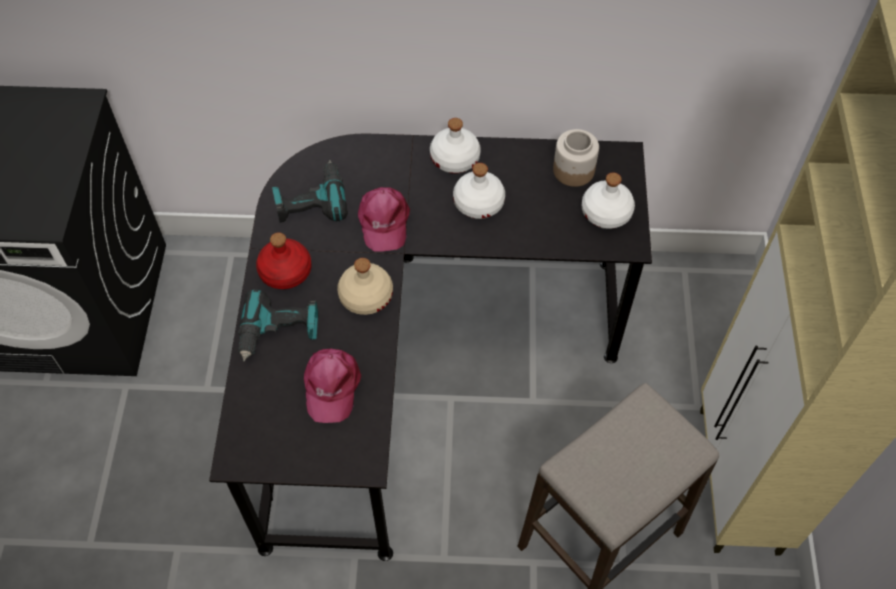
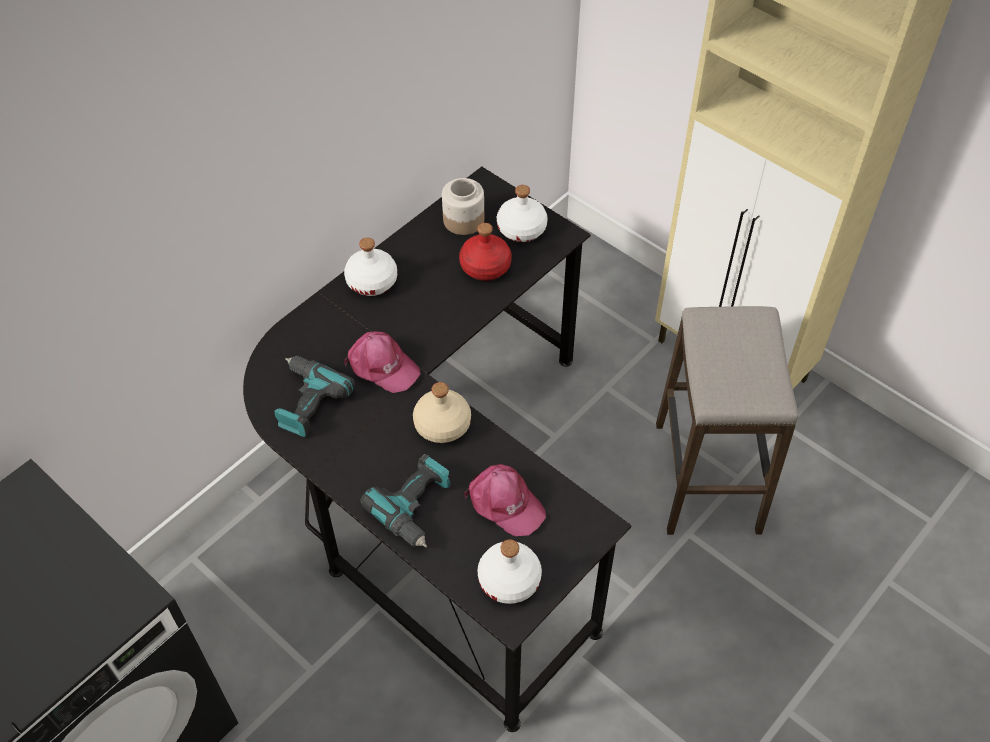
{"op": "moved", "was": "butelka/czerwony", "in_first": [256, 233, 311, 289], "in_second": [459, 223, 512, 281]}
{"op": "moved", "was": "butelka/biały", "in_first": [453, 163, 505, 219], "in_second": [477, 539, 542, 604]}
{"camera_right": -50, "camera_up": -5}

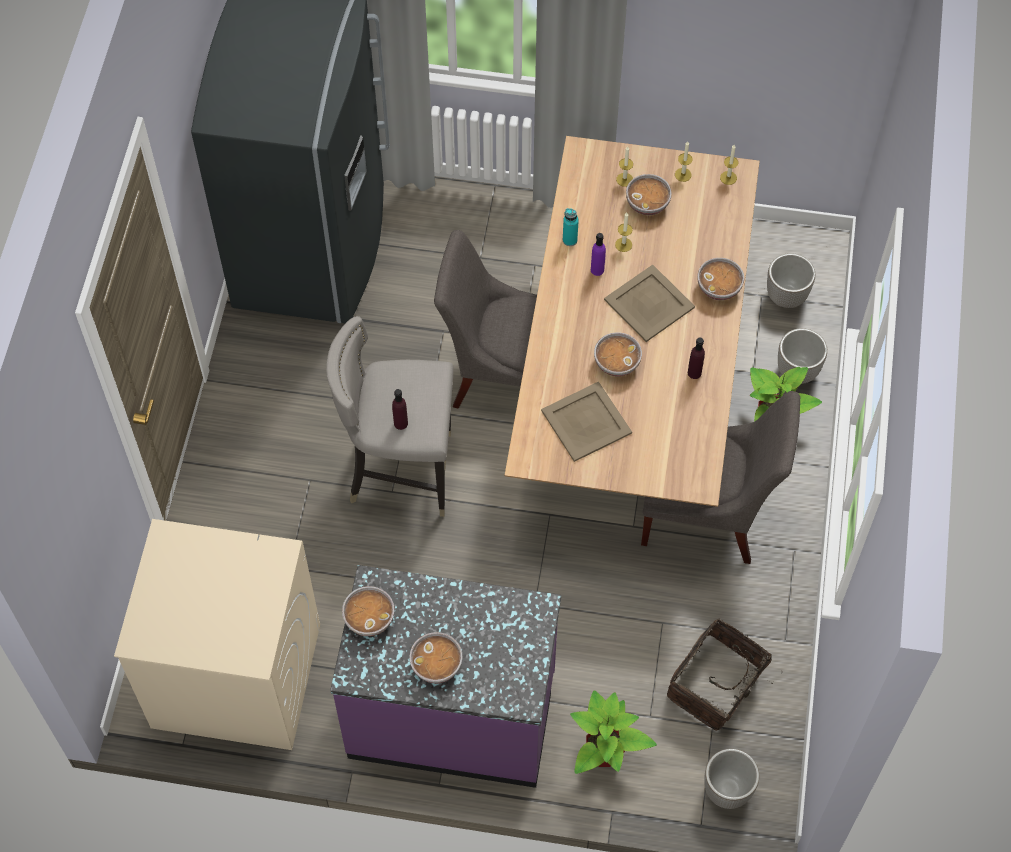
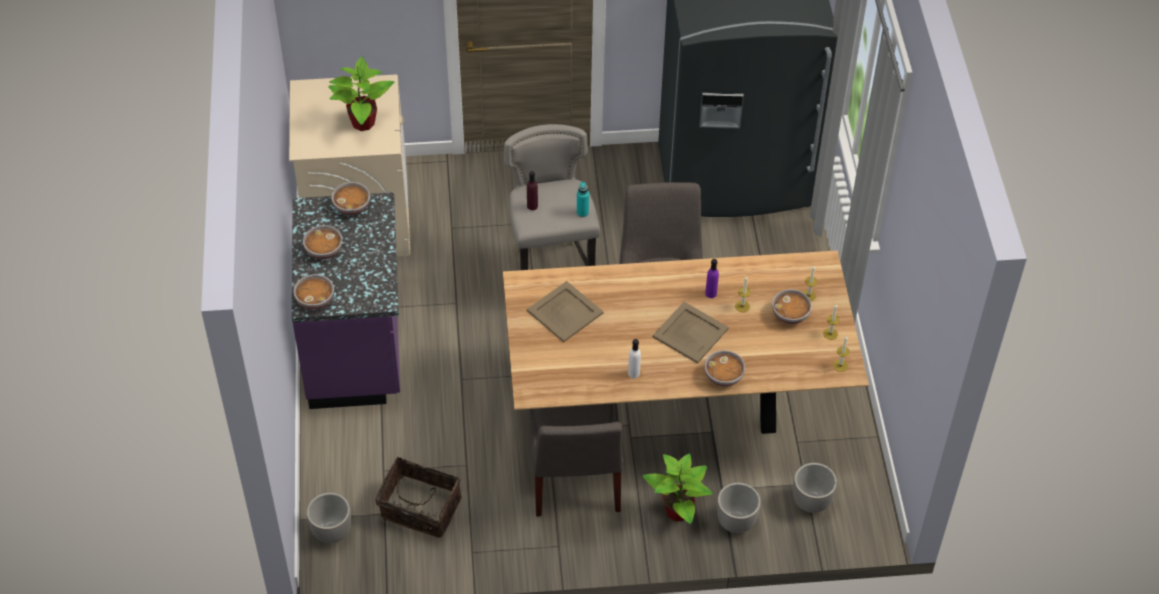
{"op": "moved", "was": "butelka/turkusowy", "in_first": [563, 208, 579, 246], "in_second": [577, 182, 589, 217]}
{"op": "moved", "was": "roślina doniczkowa", "in_first": [570, 690, 657, 774], "in_second": [328, 56, 394, 131]}
{"op": "moved", "was": "miska", "in_first": [594, 332, 642, 377], "in_second": [294, 274, 334, 310]}
{"op": "recoloured", "was": "butelka/fioletowy", "now": "butelka/biały", "in_first": [688, 338, 705, 379], "in_second": [628, 339, 641, 378]}
{"camera_right": 75, "camera_up": -10}

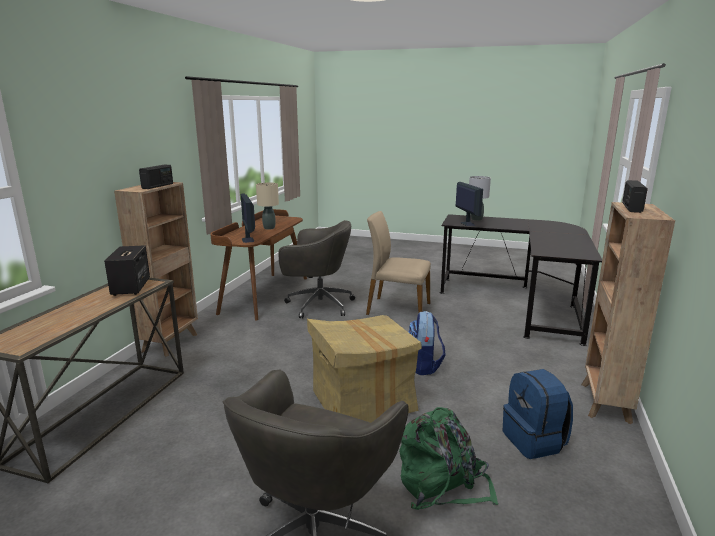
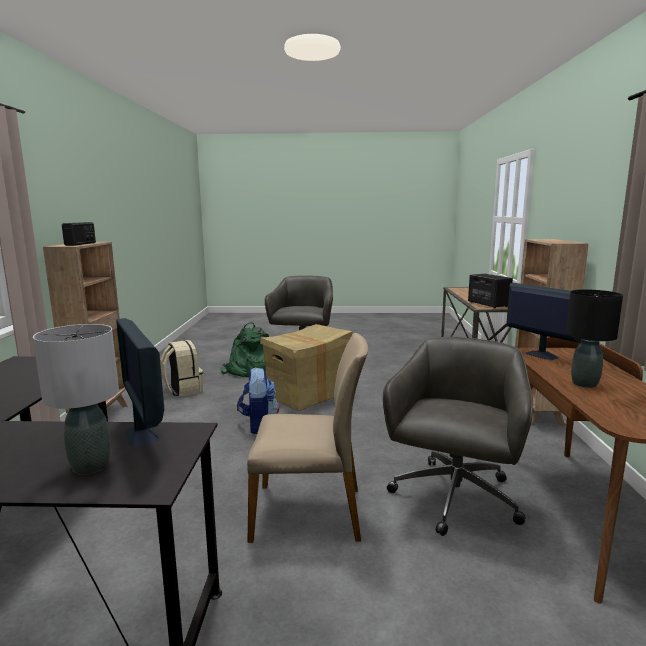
{"op": "removed", "was": "radio", "in_first": [139, 165, 173, 189]}
{"op": "recoloured", "was": "lampa stołowa/beżowy", "now": "lampa stołowa/czarny", "in_first": [256, 183, 279, 230], "in_second": [566, 289, 623, 388]}
{"op": "turned", "was": "krzesło biurowe/szary", "in_first": [278, 220, 355, 318], "in_second": [383, 337, 533, 536], "clockwise": 120}
{"op": "recoloured", "was": "plecak/niebieski", "now": "plecak/beżowy", "in_first": [503, 369, 573, 459], "in_second": [160, 340, 203, 397]}
{"camera_right": 165, "camera_up": -5}

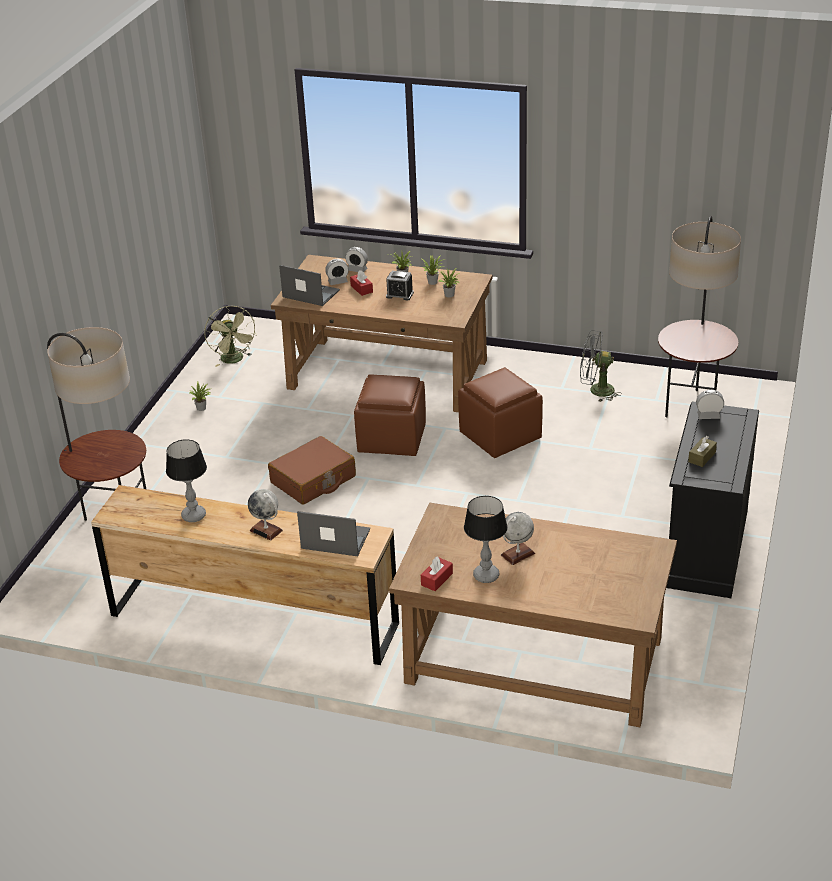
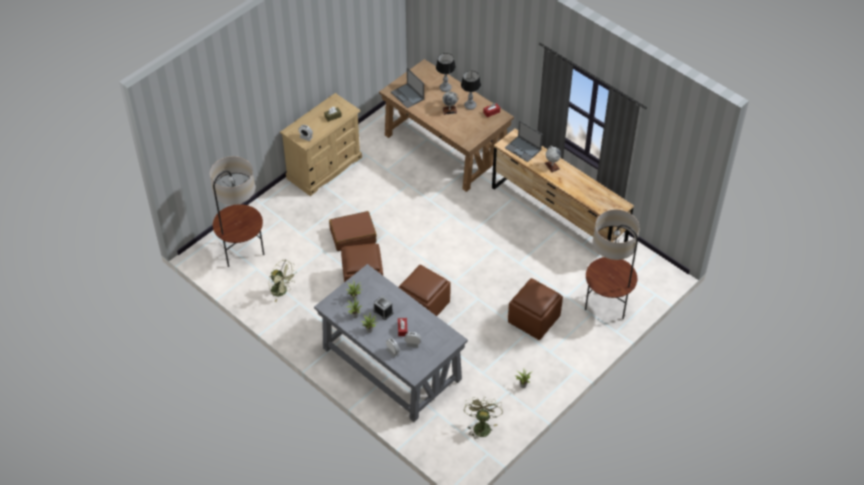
{"op": "moved", "was": "lampa stołowa", "in_first": [166, 439, 207, 522], "in_second": [436, 53, 456, 92]}
{"op": "moved", "was": "walizka/brązowy", "in_first": [268, 436, 356, 505], "in_second": [329, 211, 377, 251]}
{"op": "recoloured", "was": "biurko/brązowy", "now": "biurko/szary", "in_first": [271, 255, 492, 412], "in_second": [314, 264, 468, 422]}
{"op": "moved", "was": "laptop", "in_first": [279, 265, 340, 306], "in_second": [391, 68, 424, 108]}
{"op": "recoloured", "was": "wentylator/szary", "now": "wentylator/zielony", "in_first": [580, 330, 622, 402], "in_second": [269, 260, 297, 302]}
{"op": "recoloured", "was": "komoda/czarny", "now": "komoda/beżowy", "in_first": [666, 401, 759, 598], "in_second": [280, 93, 362, 196]}
{"op": "added", "now": "pufa/brązowy", "in_second": [508, 278, 563, 340]}
{"camera_right": -155, "camera_up": 15}

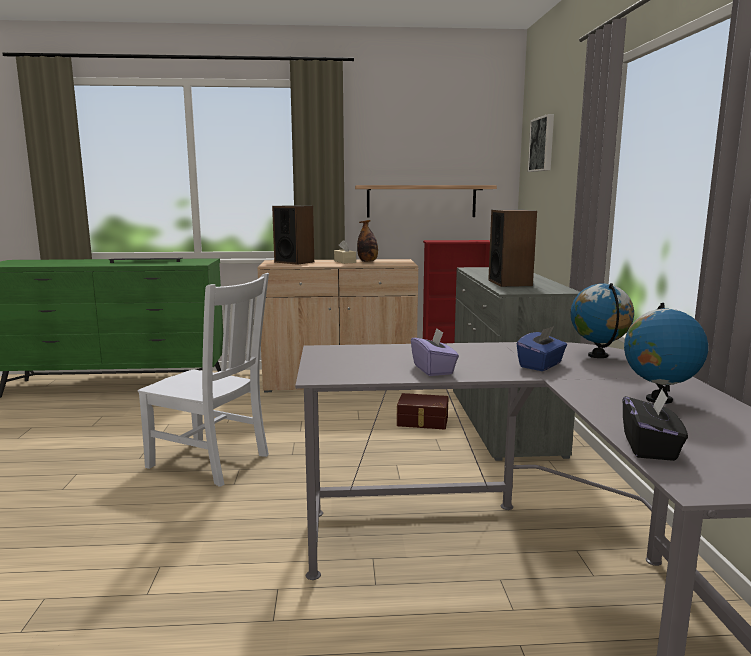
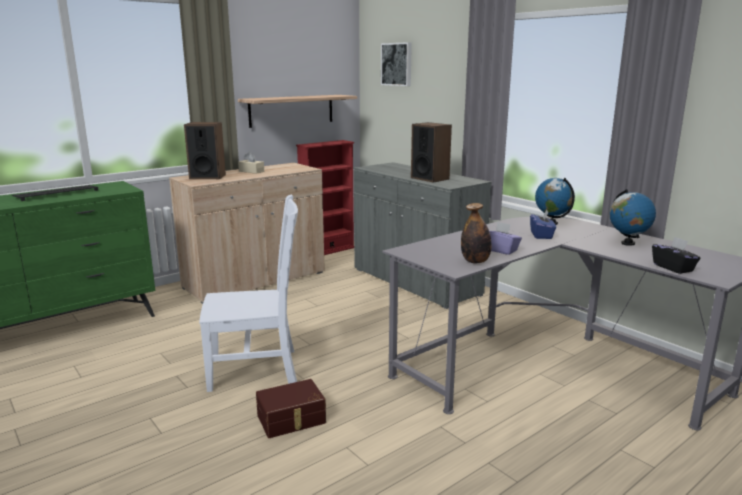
{"op": "moved", "was": "butelka", "in_first": [357, 220, 378, 262], "in_second": [461, 203, 492, 263]}
{"op": "moved", "was": "pojemnik do przechowywania/brązowy", "in_first": [397, 393, 448, 430], "in_second": [256, 379, 326, 438]}
{"camera_right": -35, "camera_up": 5}

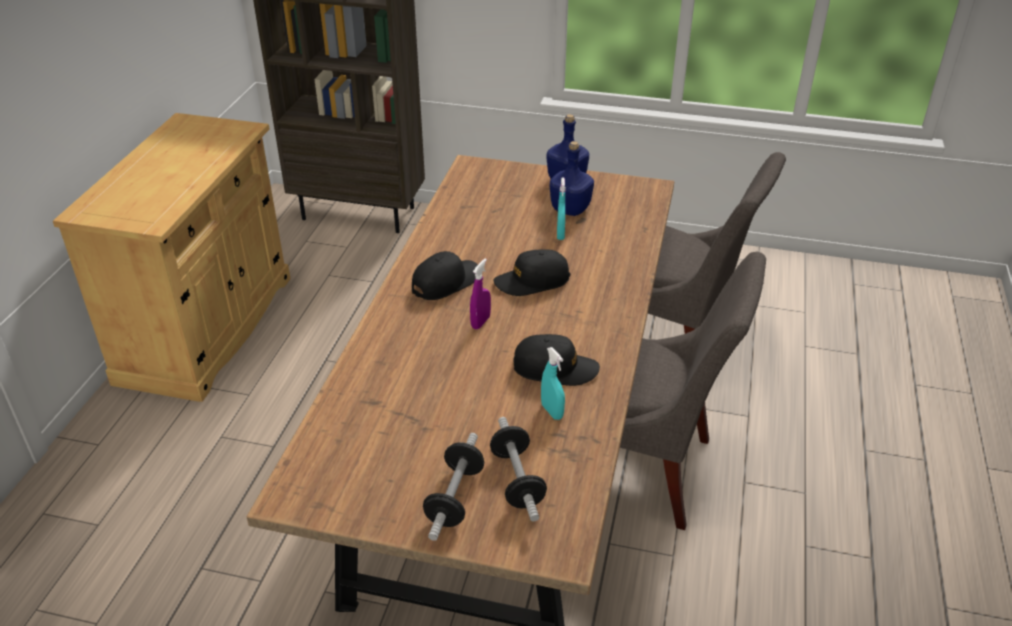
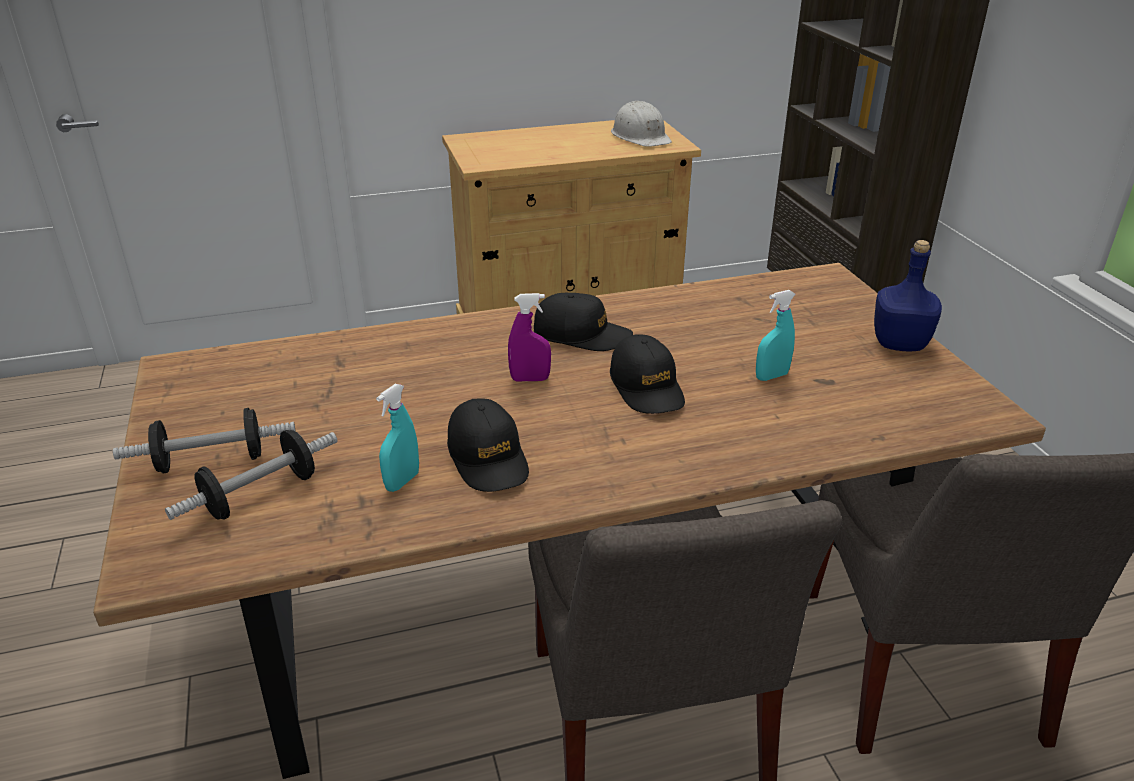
{"op": "turned", "was": "czapka z daszkiem/czarny", "in_first": [494, 249, 570, 296], "in_second": [610, 335, 685, 414], "clockwise": -150}
{"op": "removed", "was": "butelka/niebieski", "in_first": [550, 141, 594, 216]}
{"op": "added", "now": "kask/biały", "in_second": [611, 101, 672, 147]}
{"camera_right": 60, "camera_up": -5}

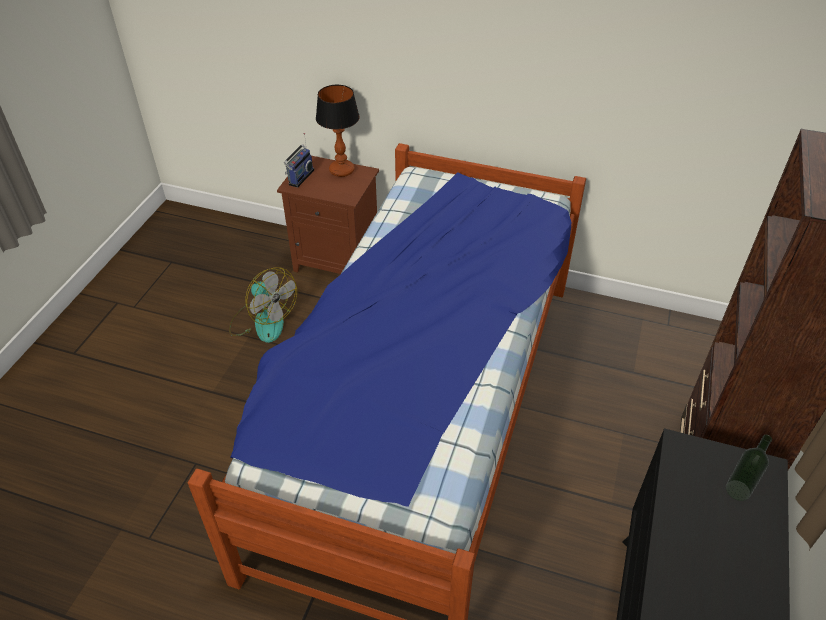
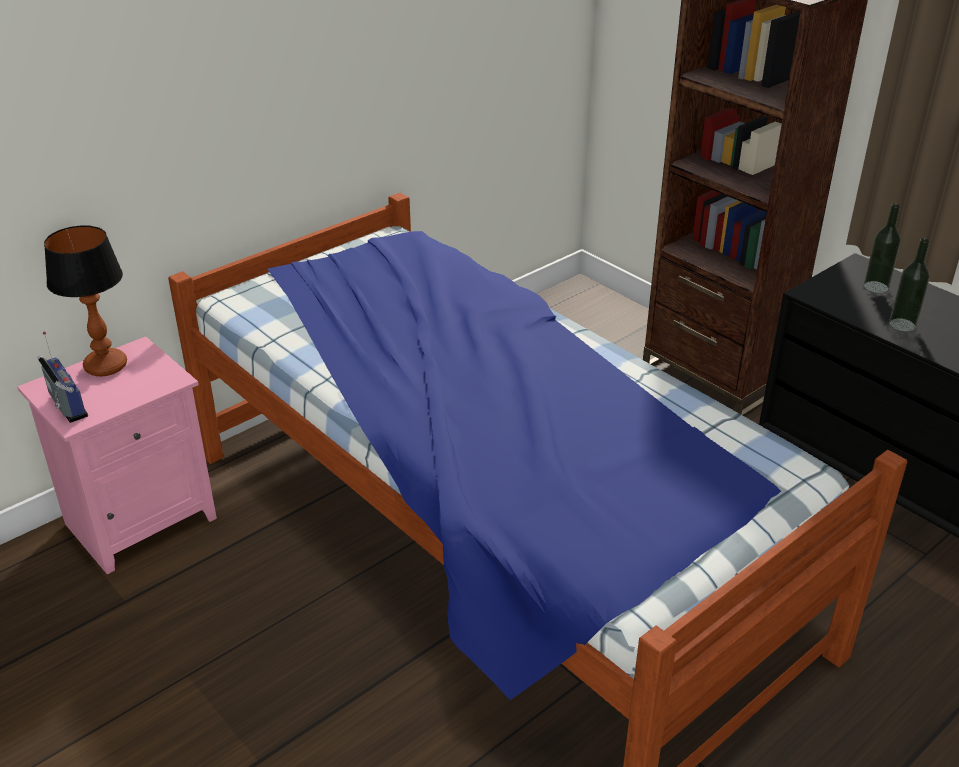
{"op": "removed", "was": "wentylator", "in_first": [229, 267, 297, 343]}
{"op": "recoloured", "was": "szafka nocna/brązowy", "now": "szafka nocna/różowy", "in_first": [277, 156, 379, 274], "in_second": [17, 336, 217, 574]}
{"op": "added", "now": "butelka", "in_second": [889, 238, 930, 332]}
{"camera_right": -60, "camera_up": -10}

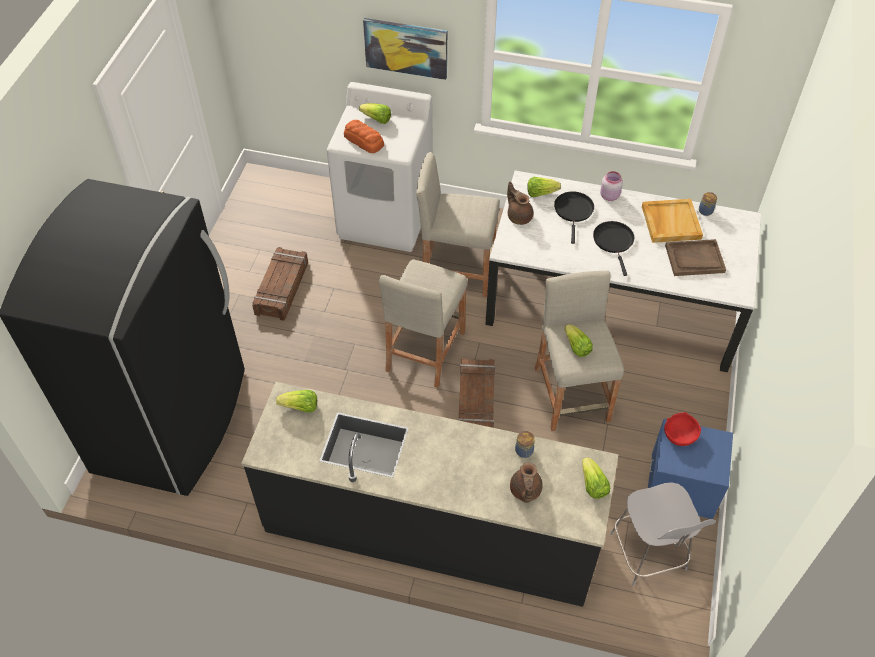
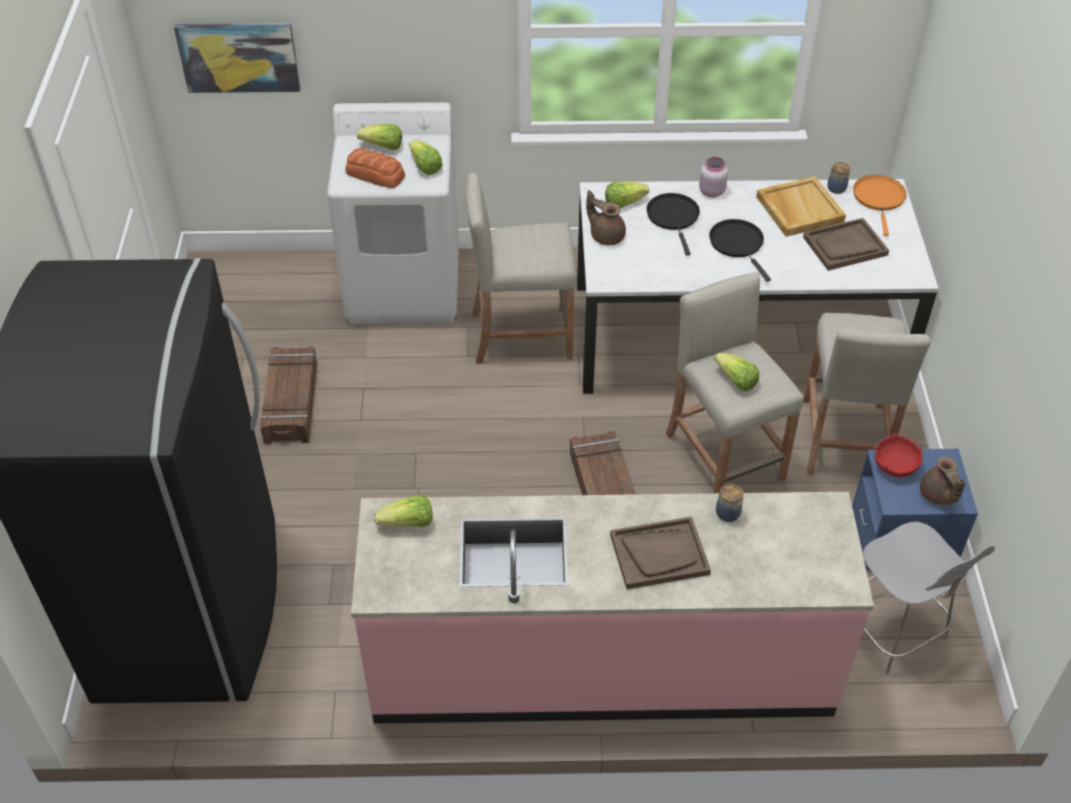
{"op": "recoloured", "was": "zabudowa kuchenna/czarny", "now": "zabudowa kuchenna/różowy", "in_first": [241, 382, 618, 607], "in_second": [351, 492, 874, 724]}
{"op": "moved", "was": "obraz", "in_first": [363, 18, 447, 80], "in_second": [174, 23, 301, 93]}
{"op": "moved", "was": "stołek/beżowy", "in_first": [379, 259, 467, 388], "in_second": [803, 313, 931, 476]}
{"op": "moved", "was": "imbryk/brązowy", "in_first": [510, 462, 543, 503], "in_second": [920, 457, 965, 505]}
{"op": "moved", "was": "sałata", "in_first": [582, 457, 610, 499], "in_second": [409, 139, 443, 175]}
{"op": "added", "now": "taca/brązowy", "in_second": [610, 517, 711, 589]}
{"op": "added", "now": "patelnia/pomarańczowy", "in_second": [853, 175, 906, 236]}
{"camera_right": -15, "camera_up": -5}

